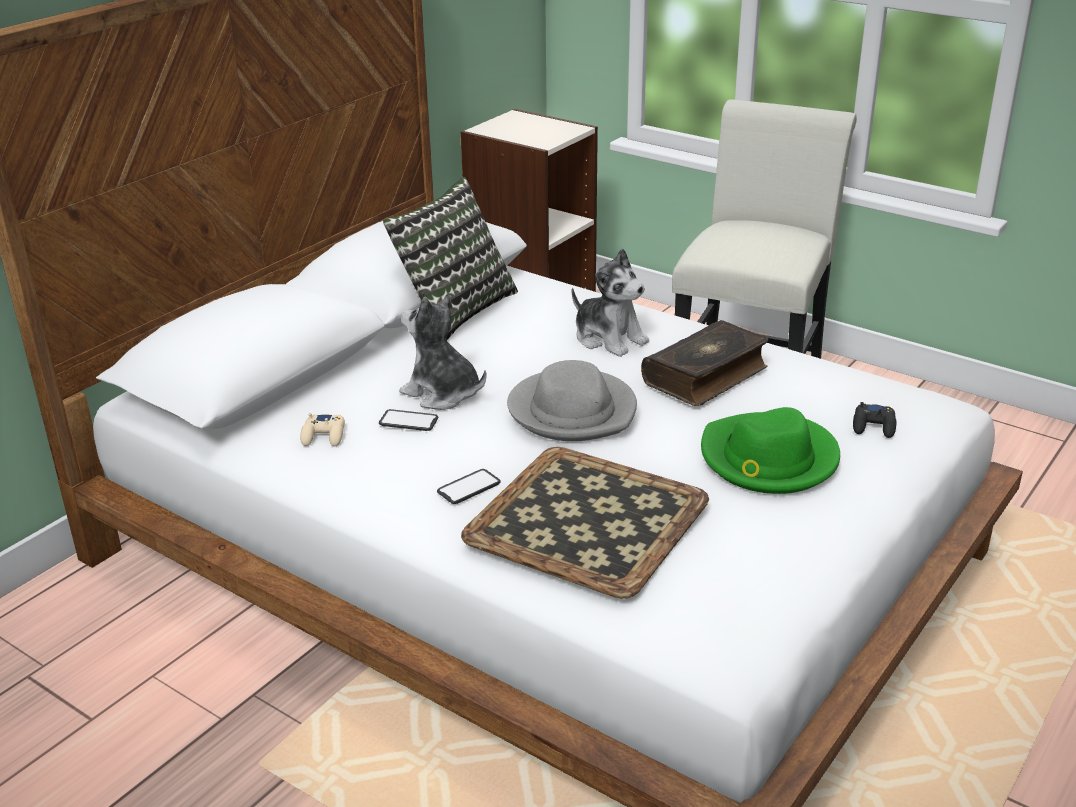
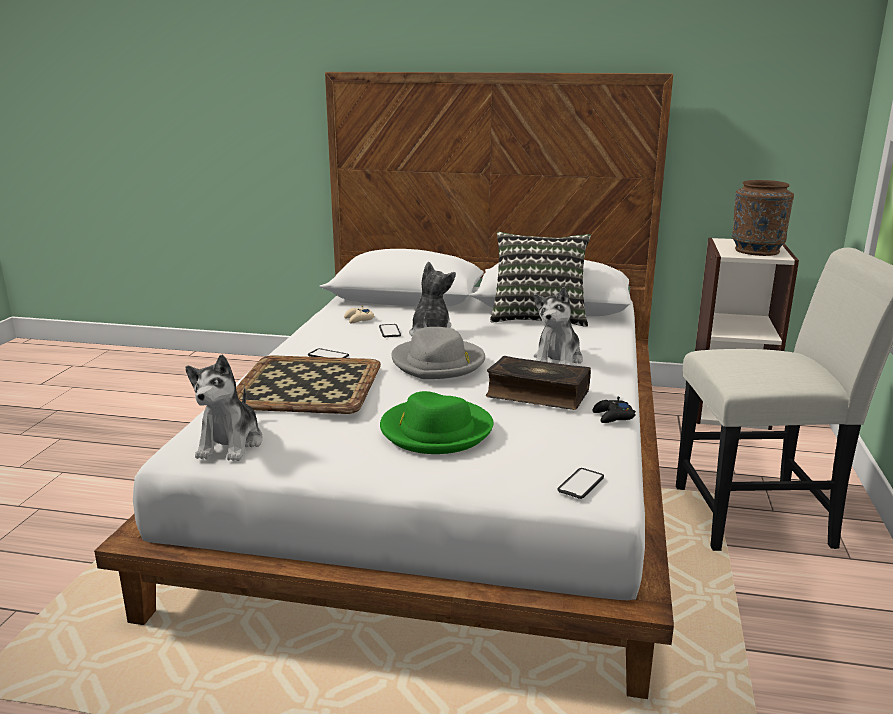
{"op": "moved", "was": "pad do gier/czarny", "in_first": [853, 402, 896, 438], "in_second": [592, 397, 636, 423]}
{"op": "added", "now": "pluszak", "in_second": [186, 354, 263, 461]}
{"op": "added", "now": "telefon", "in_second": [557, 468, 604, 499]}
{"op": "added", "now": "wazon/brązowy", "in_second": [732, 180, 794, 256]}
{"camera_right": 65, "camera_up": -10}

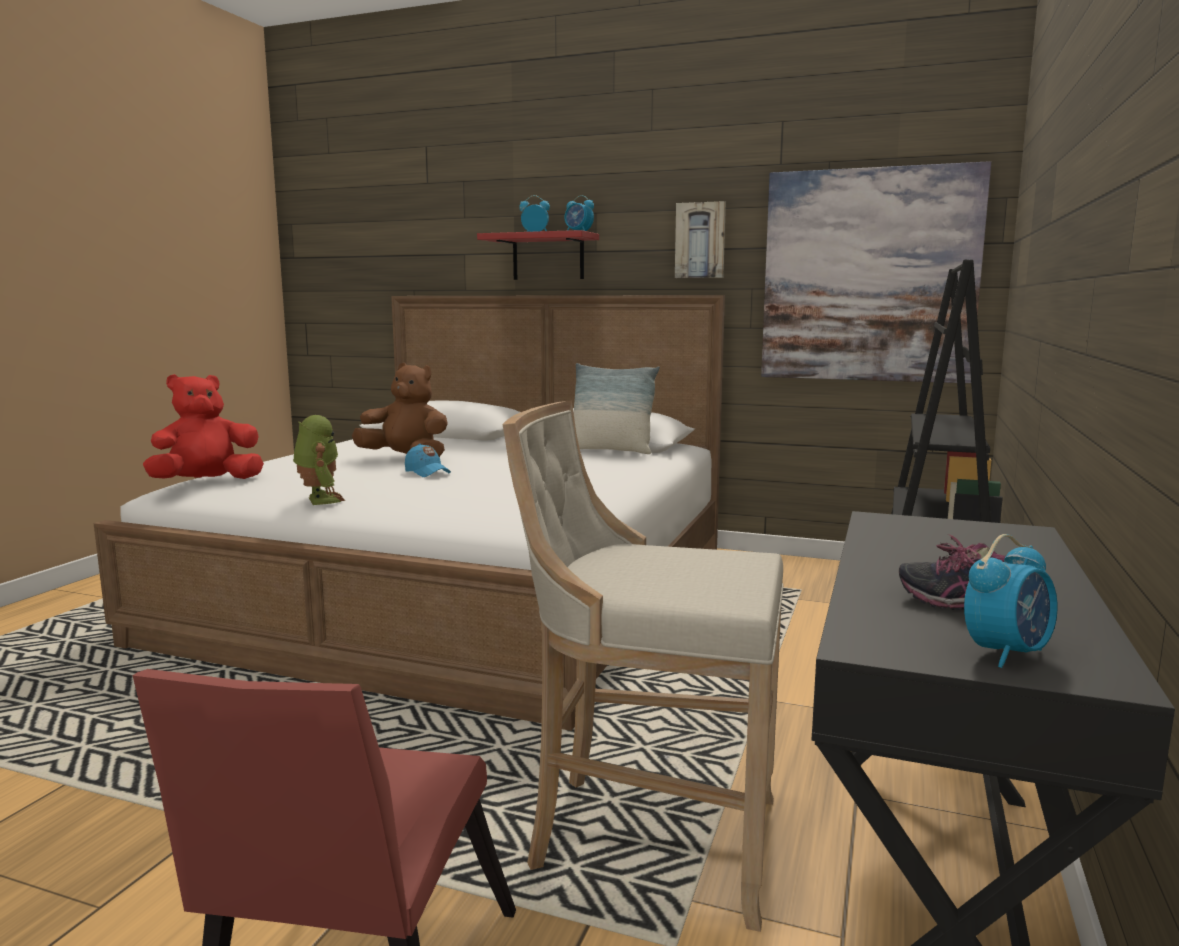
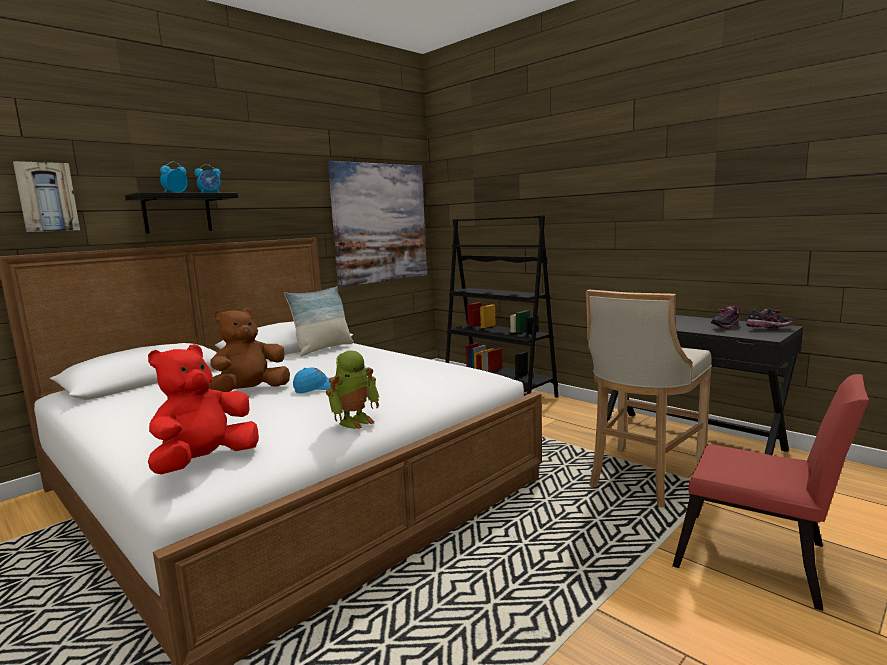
{"op": "turned", "was": "pluszak/czerwony", "in_first": [143, 374, 264, 479], "in_second": [148, 345, 259, 474], "clockwise": 45}
{"op": "turned", "was": "robot zabawkowy", "in_first": [293, 415, 345, 505], "in_second": [326, 350, 379, 429], "clockwise": 135}
{"op": "recoloured", "was": "półka/czerwony", "now": "półka/czarny", "in_first": [477, 230, 599, 280], "in_second": [125, 192, 238, 233]}
{"op": "moved", "was": "obraz", "in_first": [675, 201, 726, 278], "in_second": [13, 161, 80, 232]}
{"op": "replaced", "was": "budzik", "now": "but", "in_first": [964, 534, 1058, 668], "in_second": [746, 306, 794, 328]}
{"camera_right": -65, "camera_up": 0}

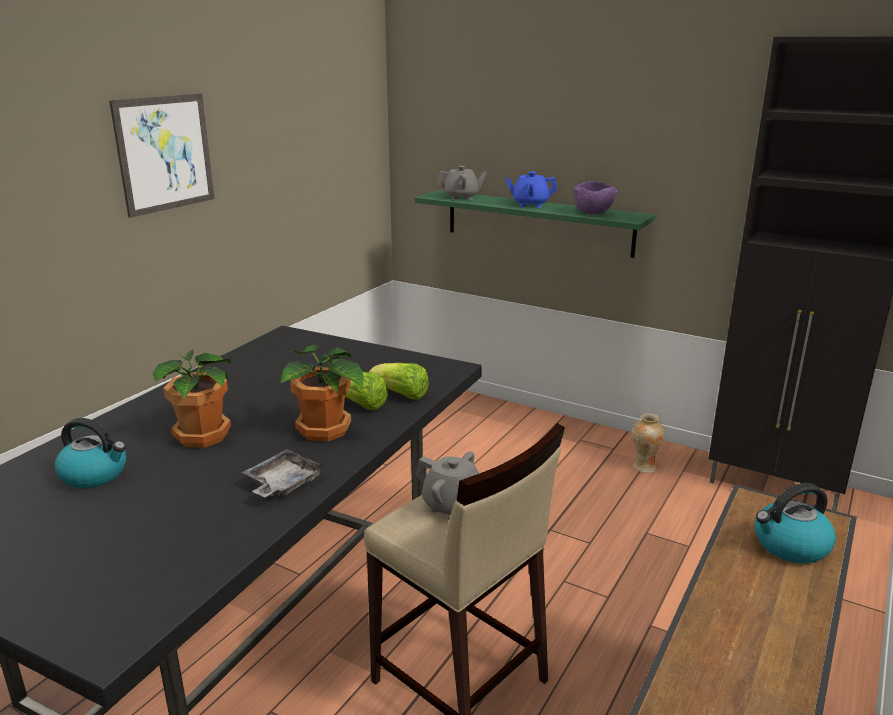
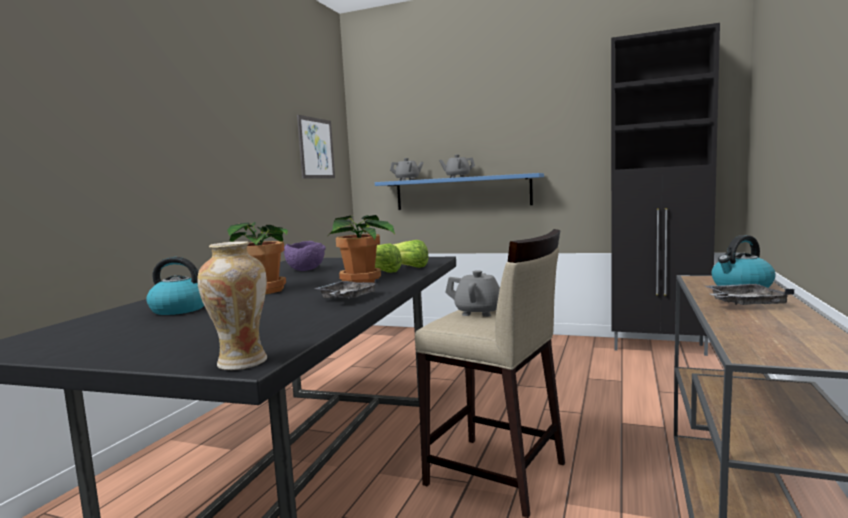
{"op": "moved", "was": "obraz", "in_first": [109, 93, 215, 218], "in_second": [297, 115, 335, 179]}
{"op": "recoloured", "was": "półka/zielony", "now": "półka/niebieski", "in_first": [415, 190, 656, 258], "in_second": [375, 173, 544, 210]}
{"op": "recoloured", "was": "imbryk/niebieski", "now": "imbryk/szary", "in_first": [505, 171, 557, 208], "in_second": [439, 155, 475, 178]}
{"op": "moved", "was": "miska/fioletowy", "in_first": [573, 181, 618, 214], "in_second": [284, 241, 326, 271]}
{"op": "moved", "was": "wazon", "in_first": [633, 413, 664, 473], "in_second": [198, 241, 267, 370]}
{"op": "added", "now": "taca/szary", "in_second": [706, 284, 794, 305]}
{"camera_right": -10, "camera_up": -15}

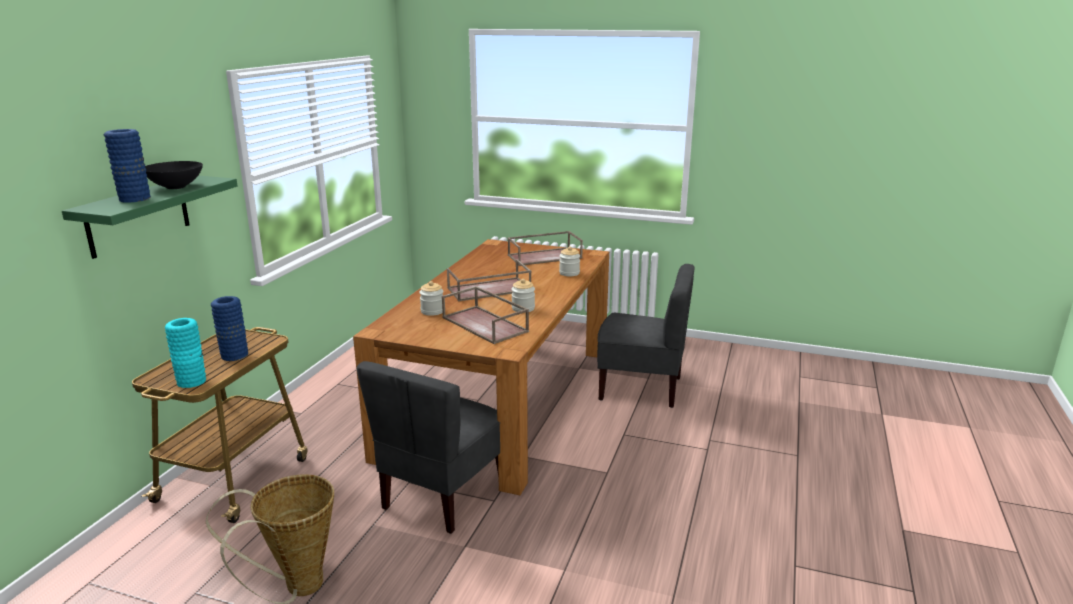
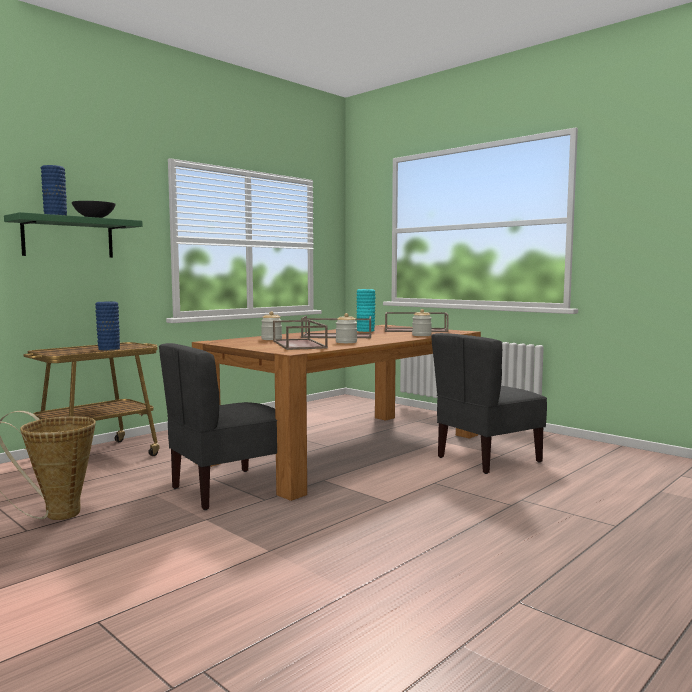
{"op": "moved", "was": "wazon/turkusowy", "in_first": [165, 318, 206, 388], "in_second": [357, 289, 376, 332]}
{"op": "turned", "was": "krzesło/szary", "in_first": [597, 264, 695, 408], "in_second": [431, 333, 547, 474], "clockwise": 105}
{"camera_right": 25, "camera_up": -15}

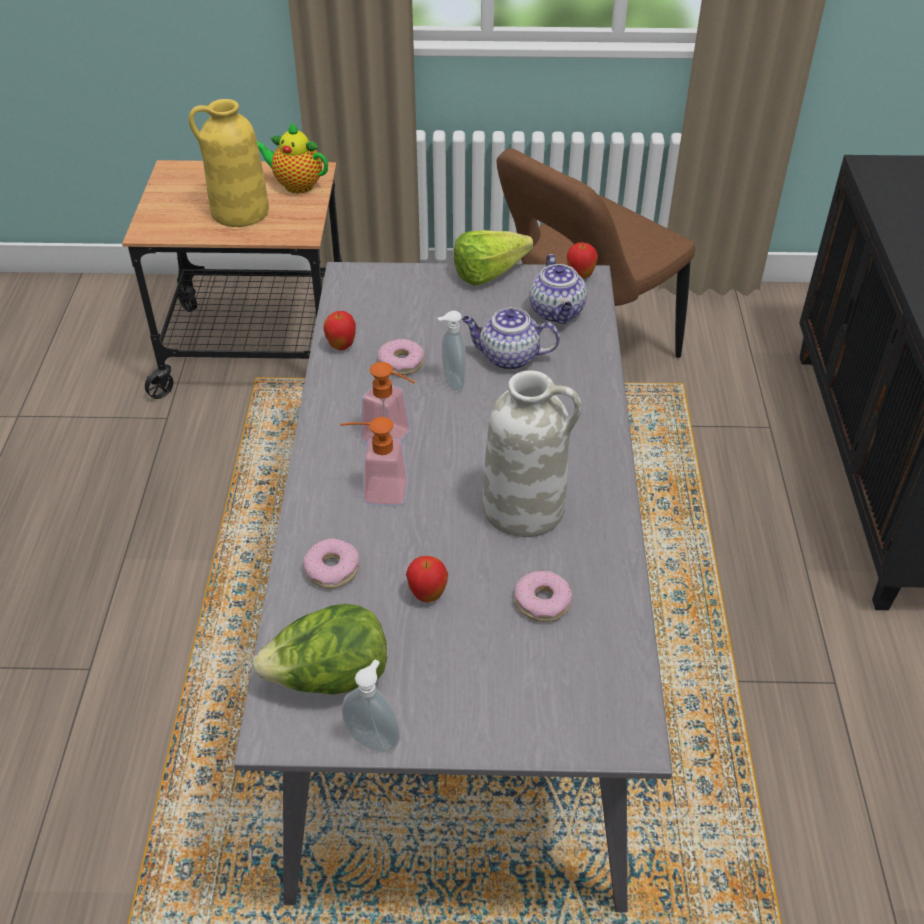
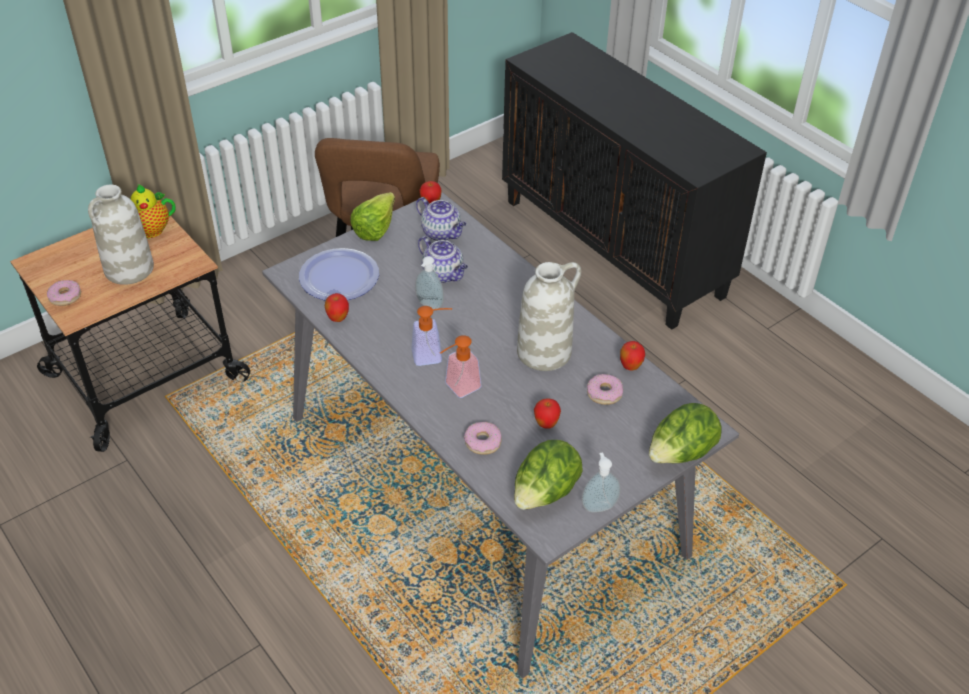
{"op": "recoloured", "was": "wazon/żółty", "now": "wazon/biały", "in_first": [189, 99, 269, 227], "in_second": [88, 184, 154, 285]}
{"op": "moved", "was": "donut", "in_first": [378, 339, 425, 375], "in_second": [47, 280, 81, 306]}
{"op": "turned", "was": "imbryk", "in_first": [462, 308, 560, 370], "in_second": [418, 236, 468, 283], "clockwise": -105}
{"op": "added", "now": "talerz", "in_second": [299, 248, 379, 300]}
{"op": "added", "now": "jabłko", "in_second": [620, 341, 645, 370]}
{"op": "added", "now": "sałata", "in_second": [649, 403, 721, 463]}
{"camera_right": -40, "camera_up": 0}

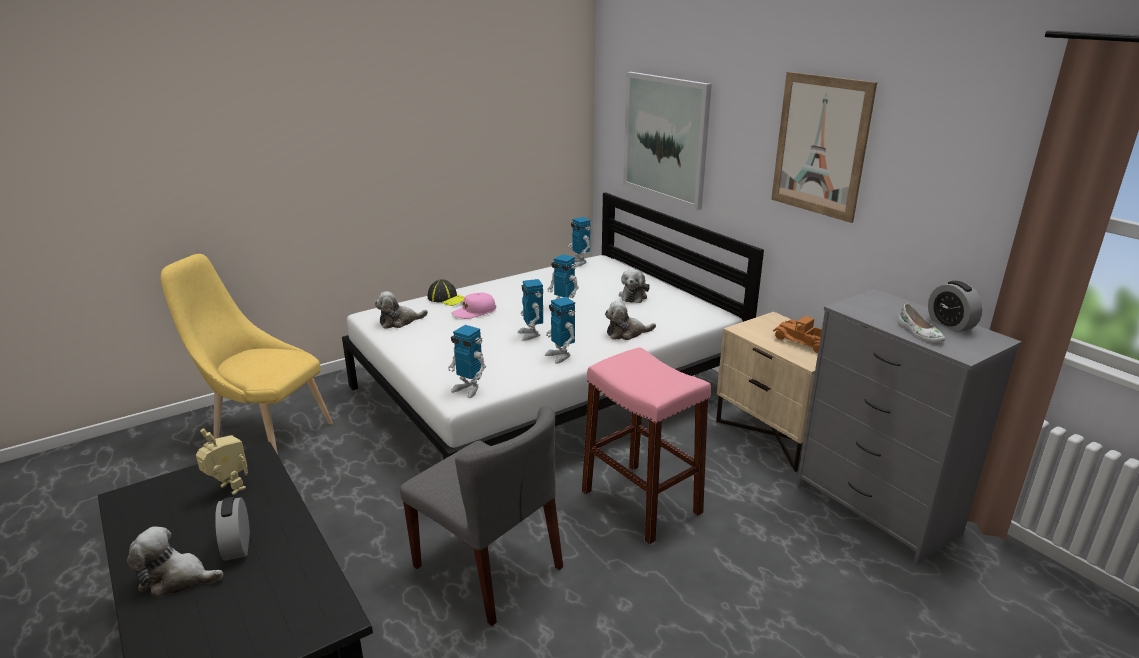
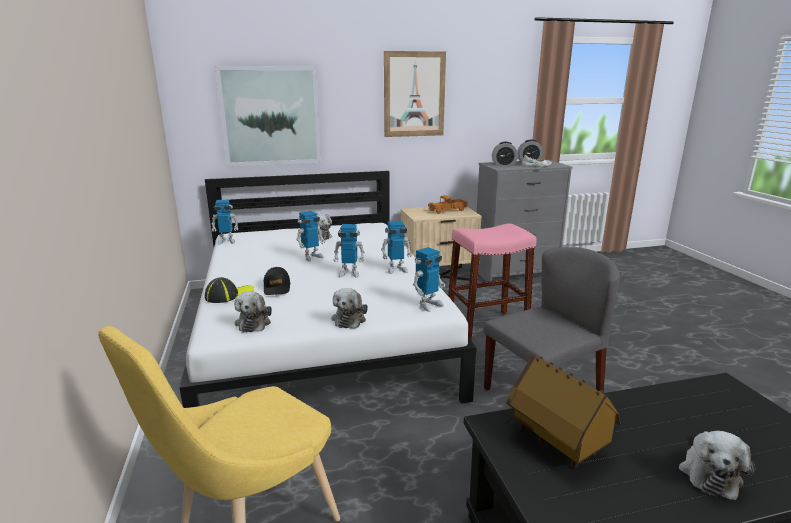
{"op": "replaced", "was": "robot zabawkowy", "now": "domek", "in_first": [196, 428, 248, 495], "in_second": [504, 354, 621, 468]}
{"op": "moved", "was": "budzik", "in_first": [215, 497, 250, 561], "in_second": [492, 142, 518, 166]}
{"op": "recoloured", "was": "czapka z daszkiem/różowy", "now": "czapka z daszkiem/czarny", "in_first": [452, 293, 496, 319], "in_second": [264, 267, 290, 295]}
{"op": "moved", "was": "pluszak", "in_first": [605, 301, 656, 340], "in_second": [332, 288, 368, 329]}
{"camera_right": -70, "camera_up": -5}

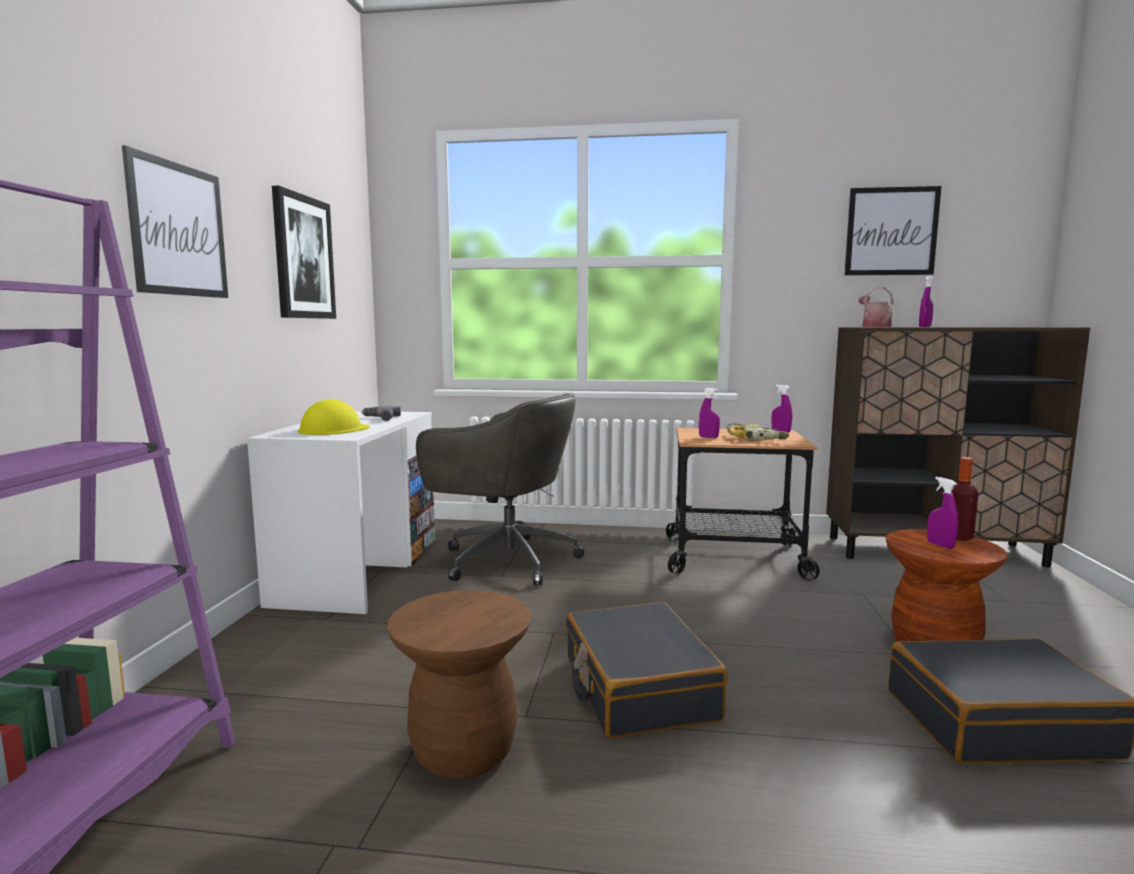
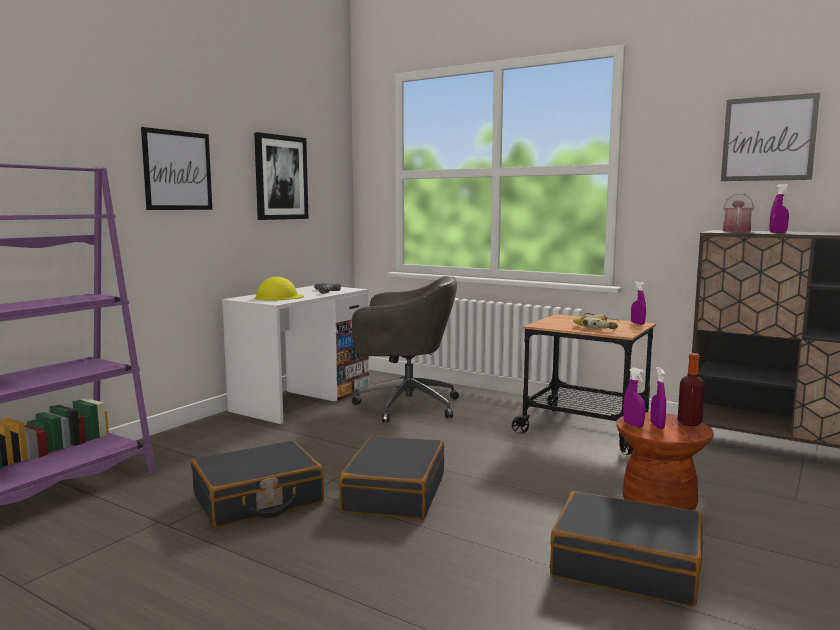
{"op": "replaced", "was": "stołek/brązowy", "now": "walizka/czarny", "in_first": [387, 590, 531, 779], "in_second": [191, 441, 324, 527]}
{"op": "turned", "was": "krzesło biurowe/szary", "in_first": [416, 393, 584, 585], "in_second": [352, 276, 459, 423], "clockwise": -45}
{"op": "moved", "was": "spryskiwacz/fioletowy", "in_first": [699, 388, 720, 438], "in_second": [623, 368, 645, 427]}
{"camera_right": 25, "camera_up": 0}

